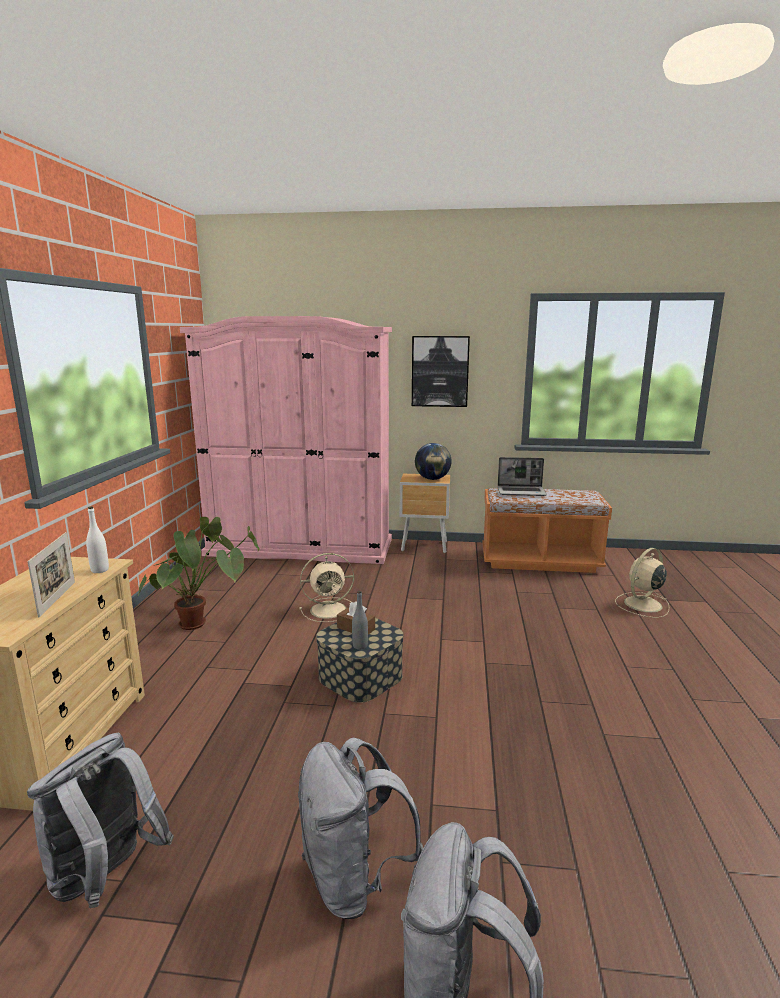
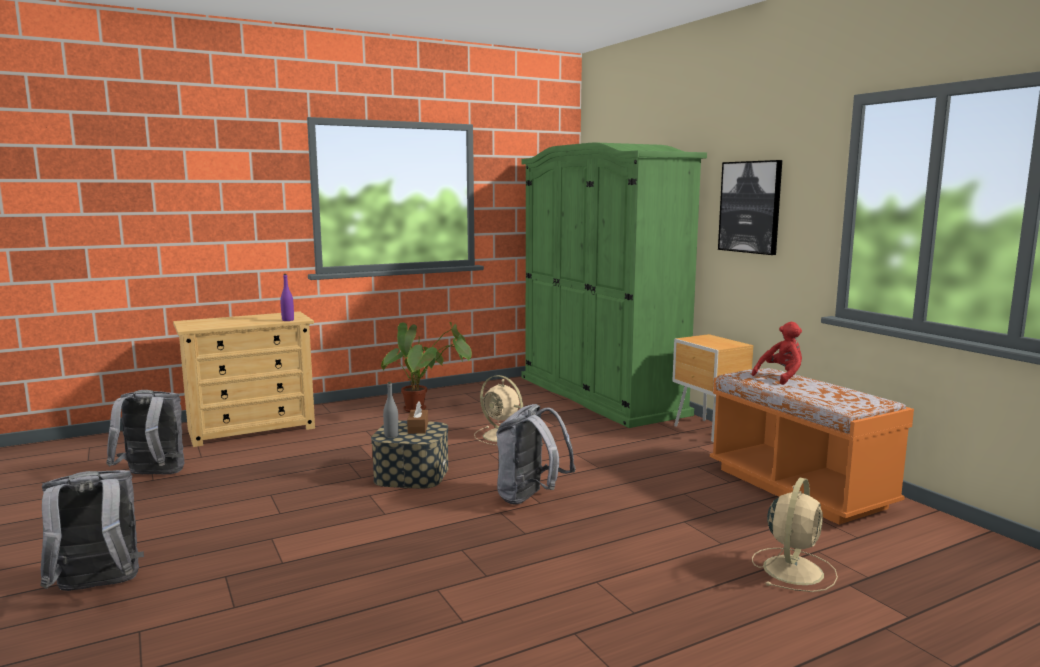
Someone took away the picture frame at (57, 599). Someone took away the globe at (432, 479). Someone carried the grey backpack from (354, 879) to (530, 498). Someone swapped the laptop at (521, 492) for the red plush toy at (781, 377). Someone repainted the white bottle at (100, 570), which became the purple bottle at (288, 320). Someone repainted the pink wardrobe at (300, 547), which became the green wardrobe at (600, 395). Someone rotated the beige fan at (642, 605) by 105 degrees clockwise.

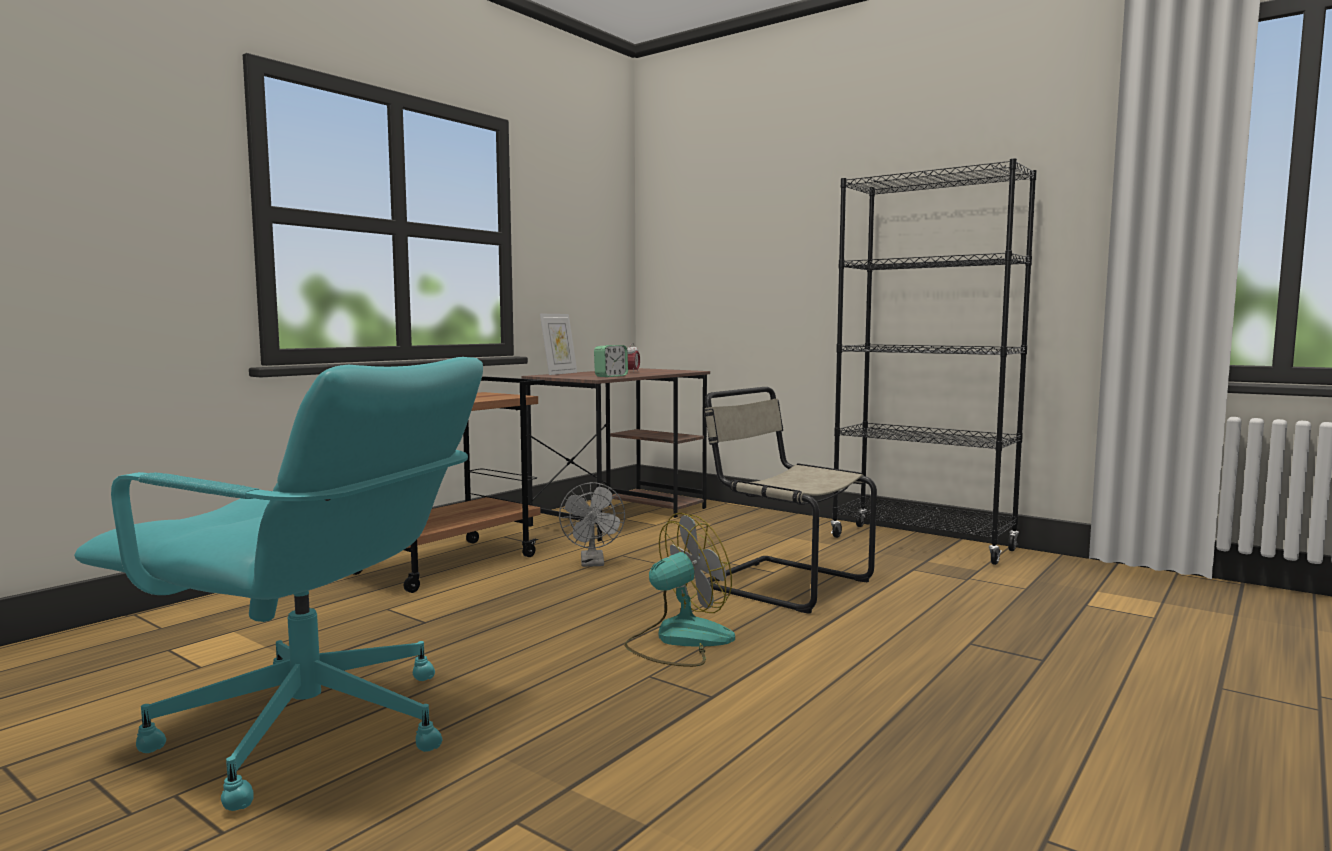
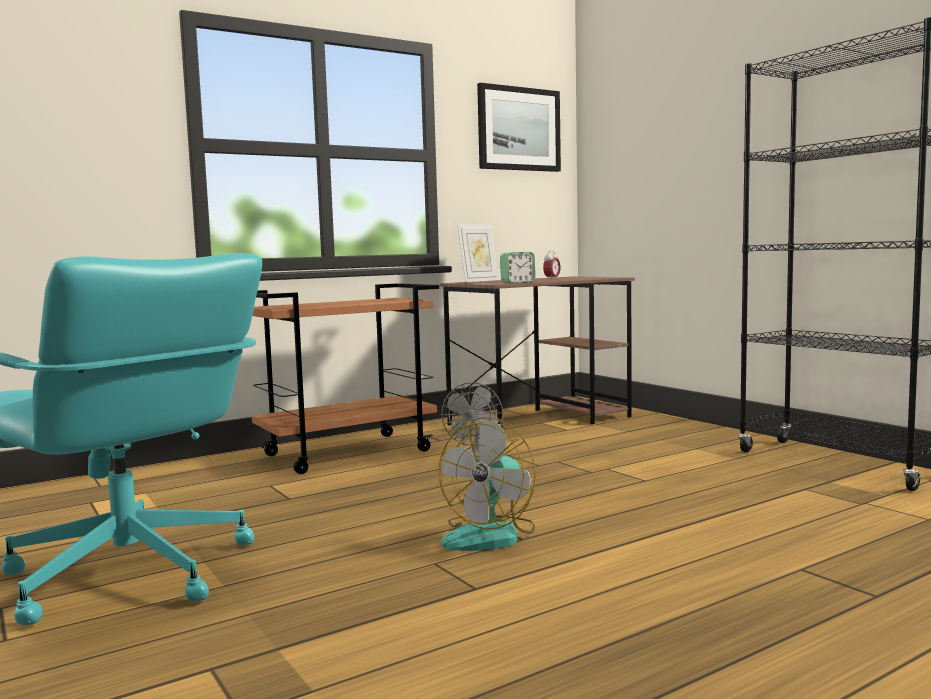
Someone took away the beige chair at (782, 583). Someone put up the picture at (518, 129). Someone rotated the fan at (679, 640) by 135 degrees clockwise.

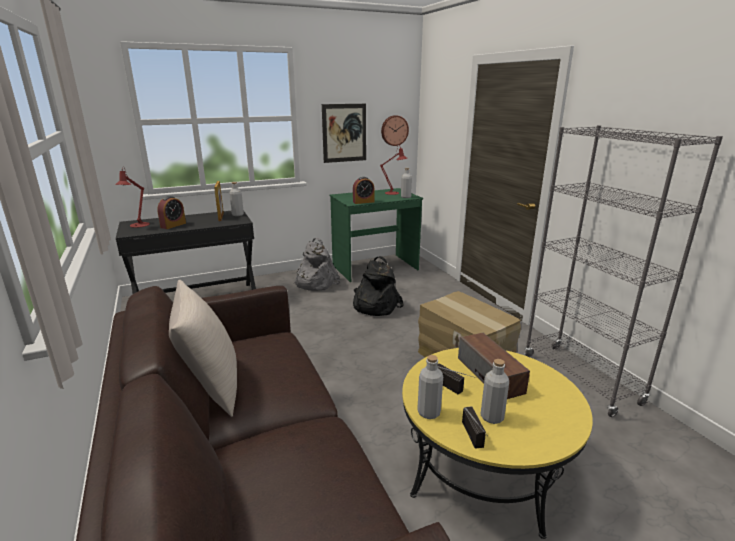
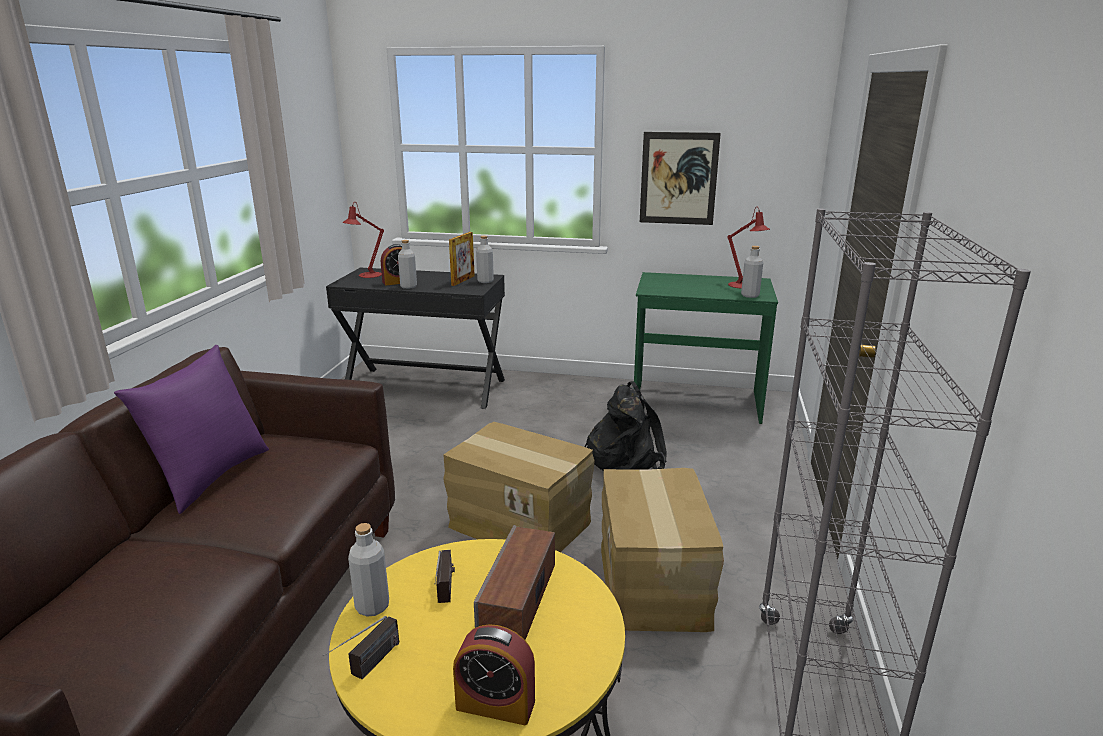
Someone took away the grey backpack at (314, 283). Someone took away the wall clock at (394, 130). Someone put down the cardboard box at (521, 523). Someone carried the alarm clock from (363, 202) to (495, 705). Someone carried the grey bottle from (492, 417) to (408, 286). Someone repainted the beige pillow at (211, 387), which became the purple pillow at (210, 476).

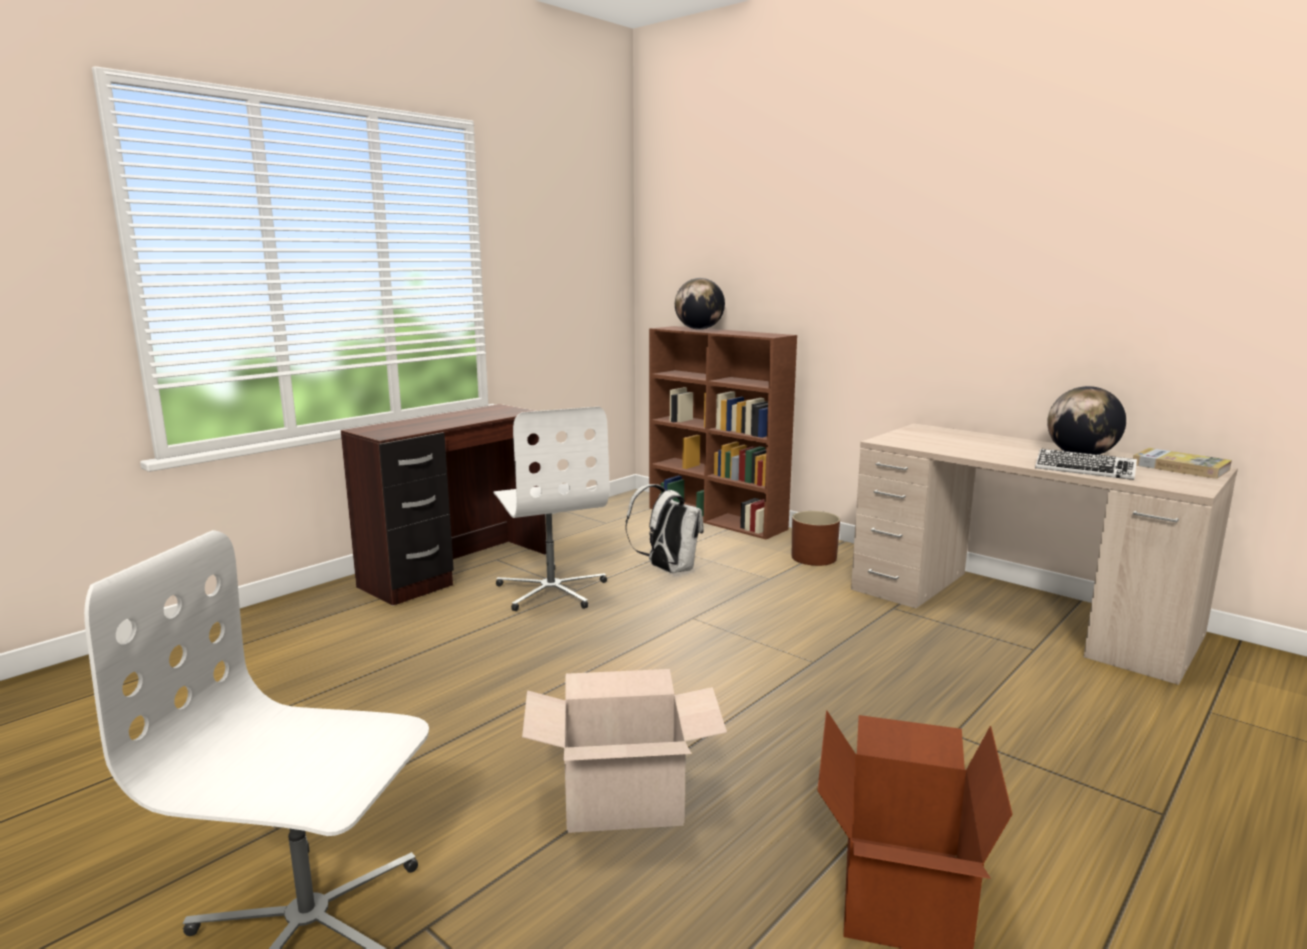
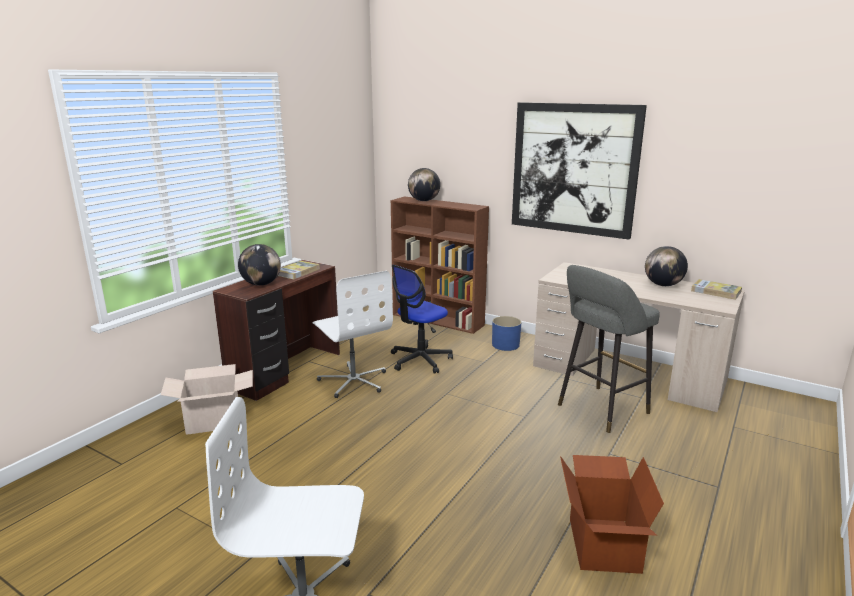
Someone took away the keyboard at (1084, 470). Someone put down the globe at (261, 284). Someone put down the book at (297, 272). Someone put up the picture at (574, 169). Someone put down the grey stool at (599, 410). Someone carried the cardboard box from (623, 801) to (213, 421). Someone swapped the white backpack at (667, 569) for the office chair at (420, 360). Someone repainted the brown planter at (814, 558), which became the blue planter at (505, 345).

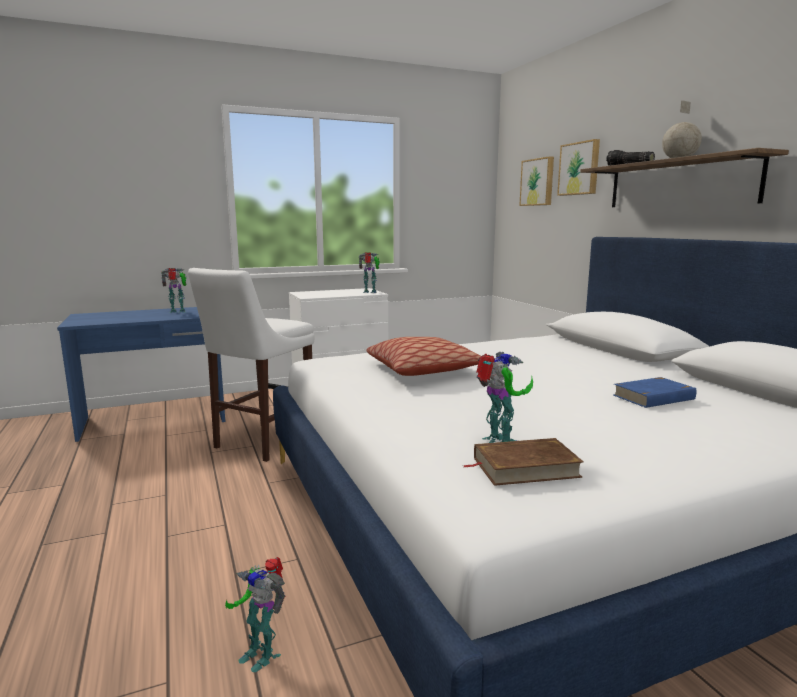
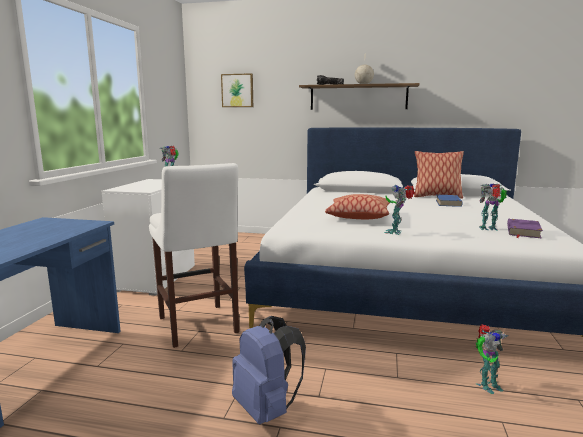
Someone took away the picture at (580, 168). Someone put down the blue backpack at (267, 409). Someone put down the pillow at (436, 196). Someone carried the toy robot from (178, 311) to (396, 232). Someone repainted the brown book at (525, 467), which became the purple book at (523, 231).

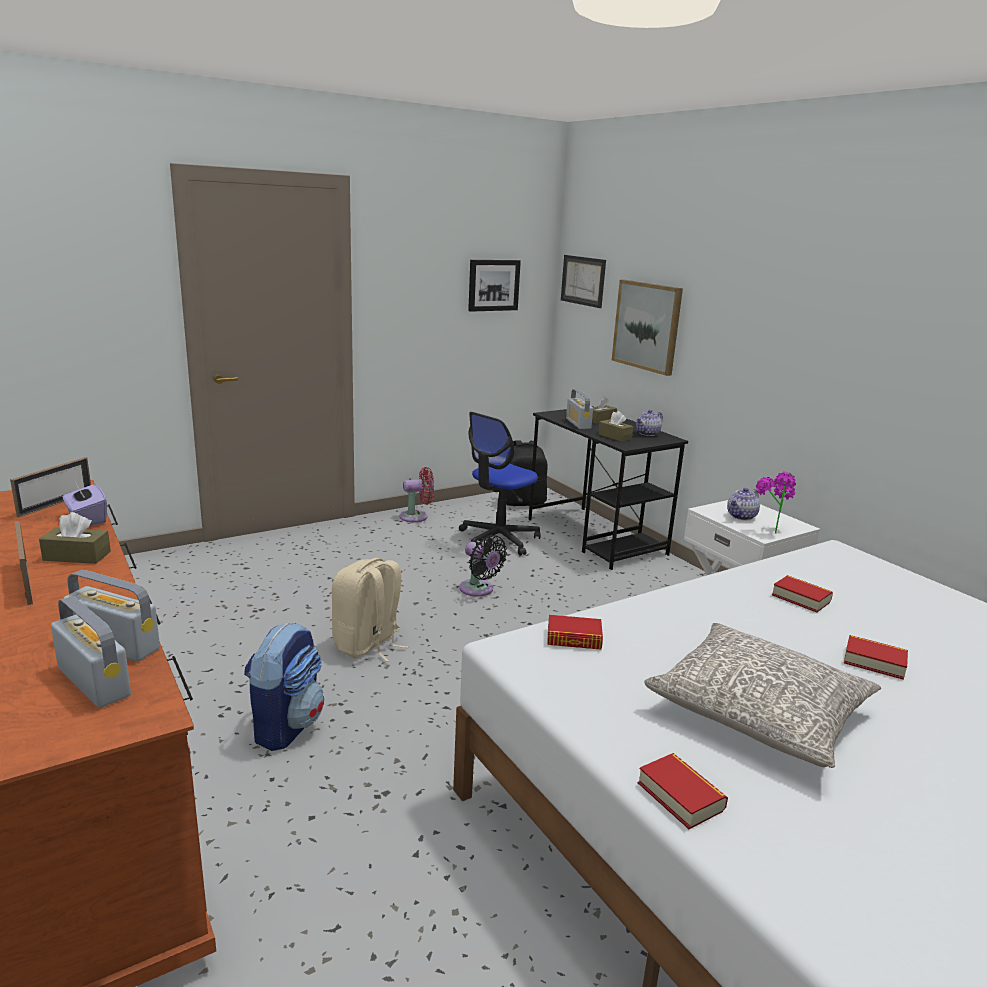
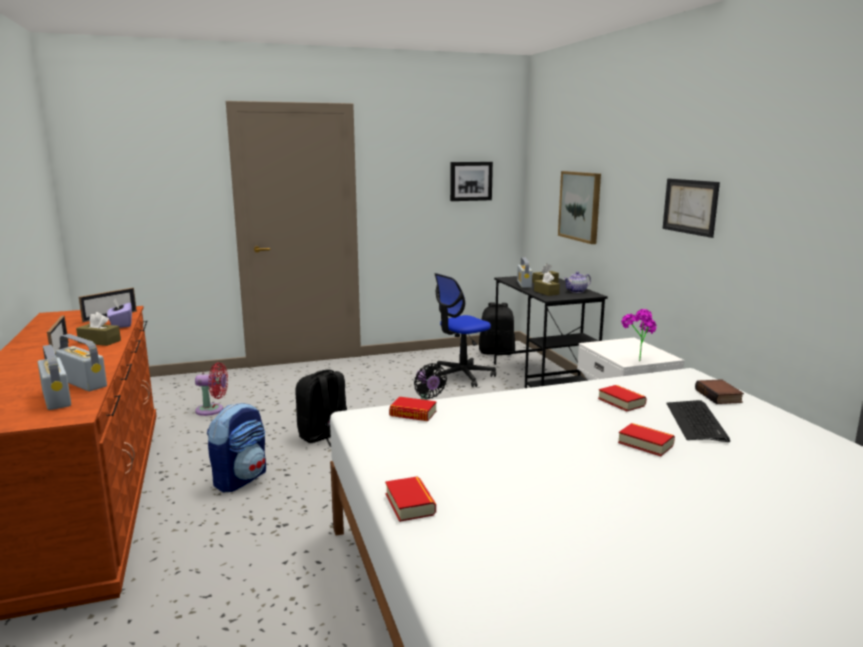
Someone took away the grey pillow at (759, 711). Someone took away the teapot at (741, 516). Someone put down the keyboard at (696, 422). Someone put down the book at (720, 396). Someone carried the red fan from (417, 517) to (212, 410). Someone carried the picture from (583, 280) to (690, 206). Someone repainted the beige backpack at (368, 645), which became the black backpack at (324, 436).

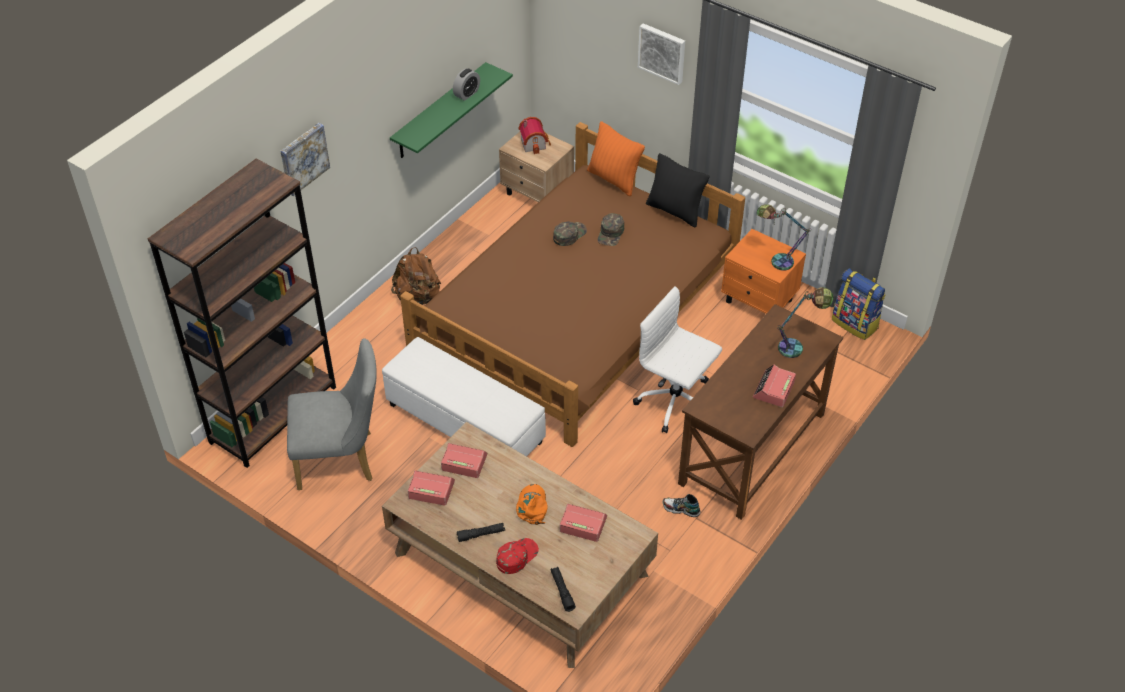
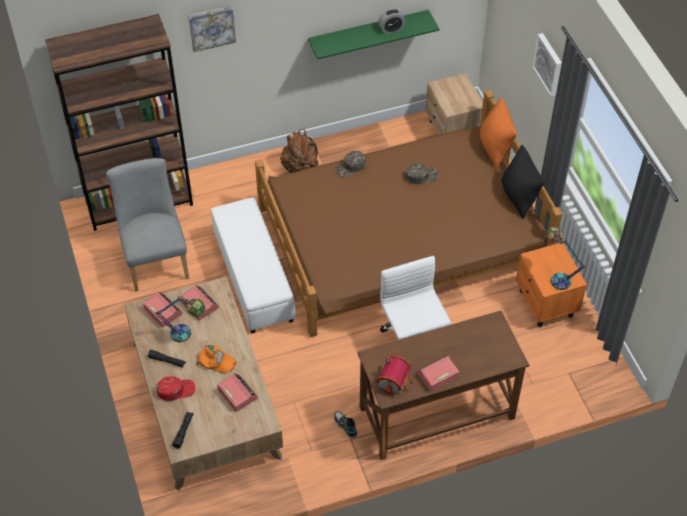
Someone took away the backpack at (855, 323). Someone carried the toy house from (535, 143) to (395, 381). Someone carried the green cap from (611, 233) to (351, 167). Someone carried the table lamp from (797, 348) to (186, 336). Someone rotated the grey chair at (342, 459) by 135 degrees counterclockwise. Someone rotated the orange cap at (532, 506) by 75 degrees clockwise.

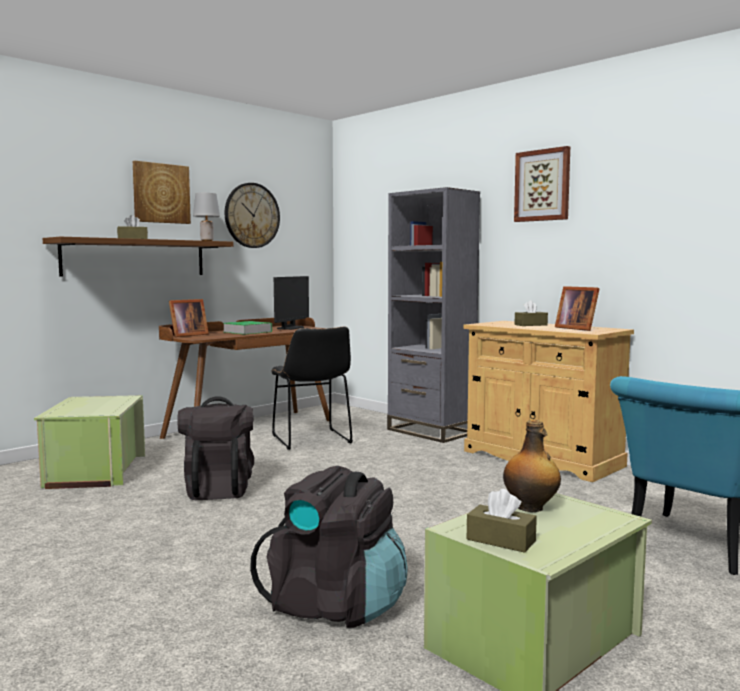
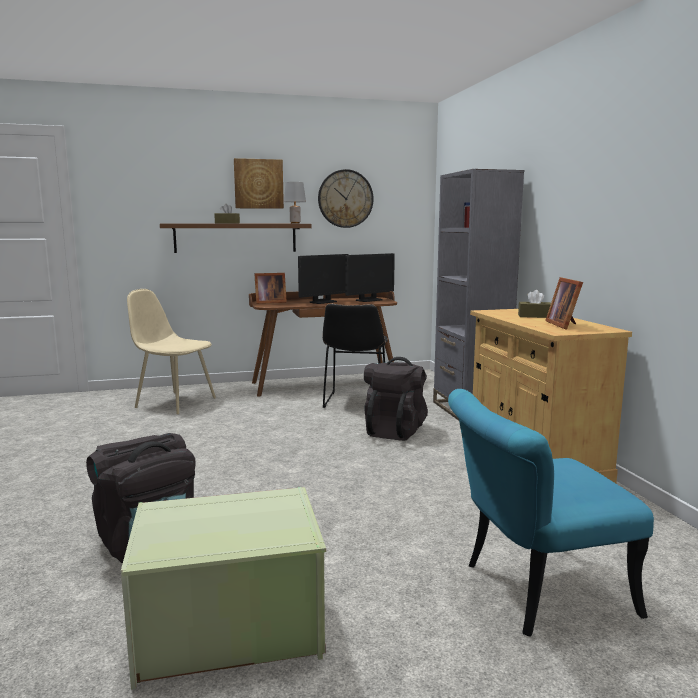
Someone took away the brown tissue box at (501, 540). Someone took away the bottle at (531, 508). Someone took away the picture at (542, 185). Someone carried the black backpack from (218, 489) to (395, 430). Someone swapped the green storage box at (94, 471) for the beige chair at (174, 402). Someone swapped the book at (247, 332) for the monitor at (323, 302).

